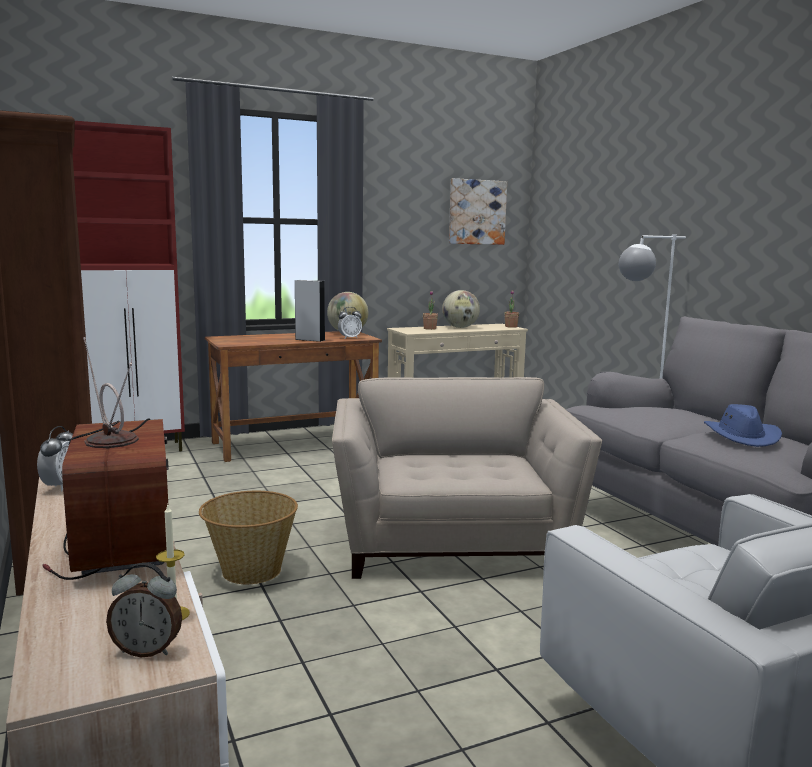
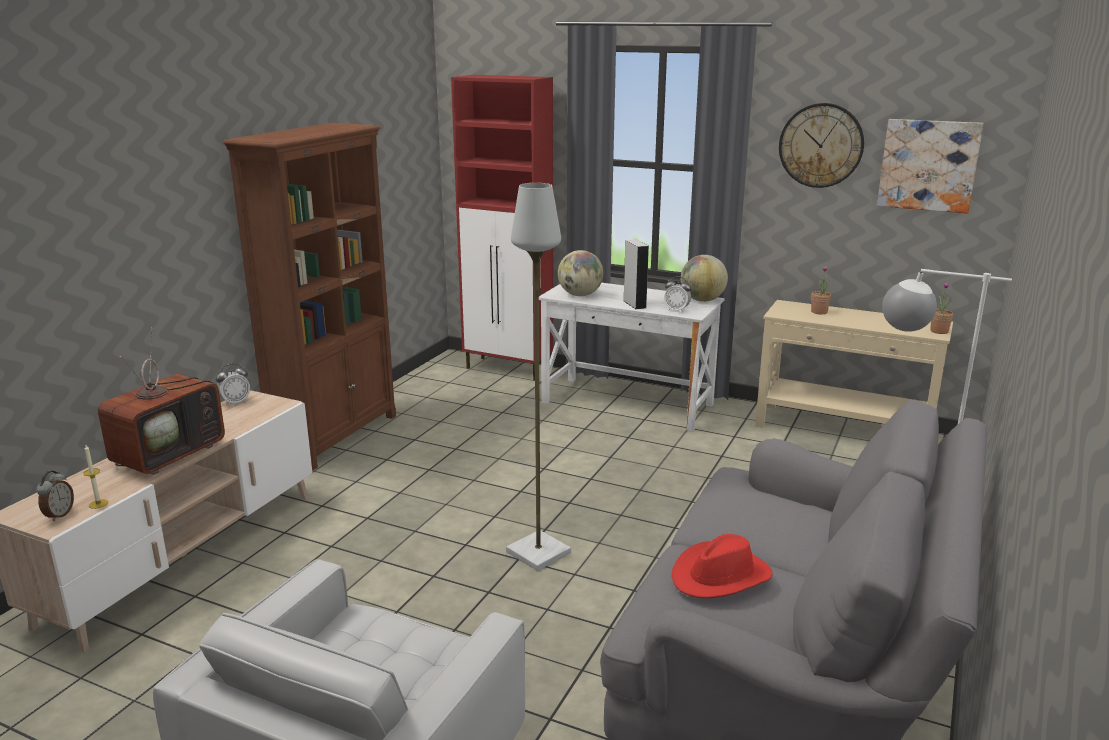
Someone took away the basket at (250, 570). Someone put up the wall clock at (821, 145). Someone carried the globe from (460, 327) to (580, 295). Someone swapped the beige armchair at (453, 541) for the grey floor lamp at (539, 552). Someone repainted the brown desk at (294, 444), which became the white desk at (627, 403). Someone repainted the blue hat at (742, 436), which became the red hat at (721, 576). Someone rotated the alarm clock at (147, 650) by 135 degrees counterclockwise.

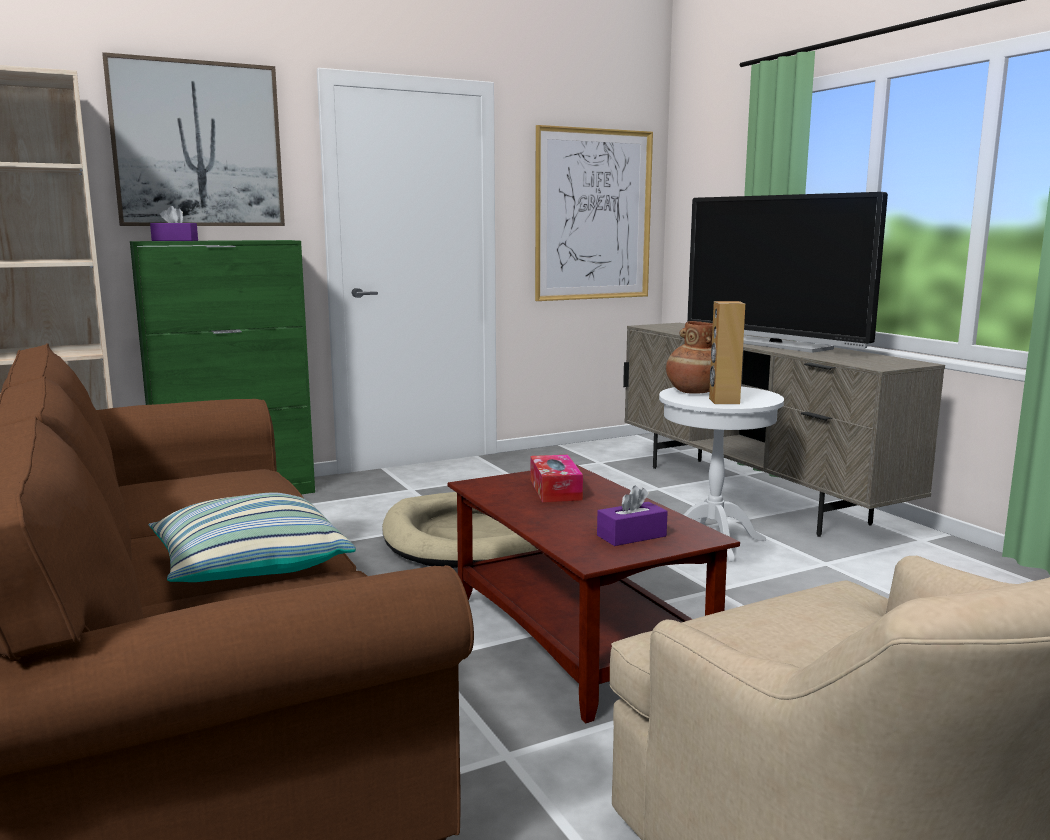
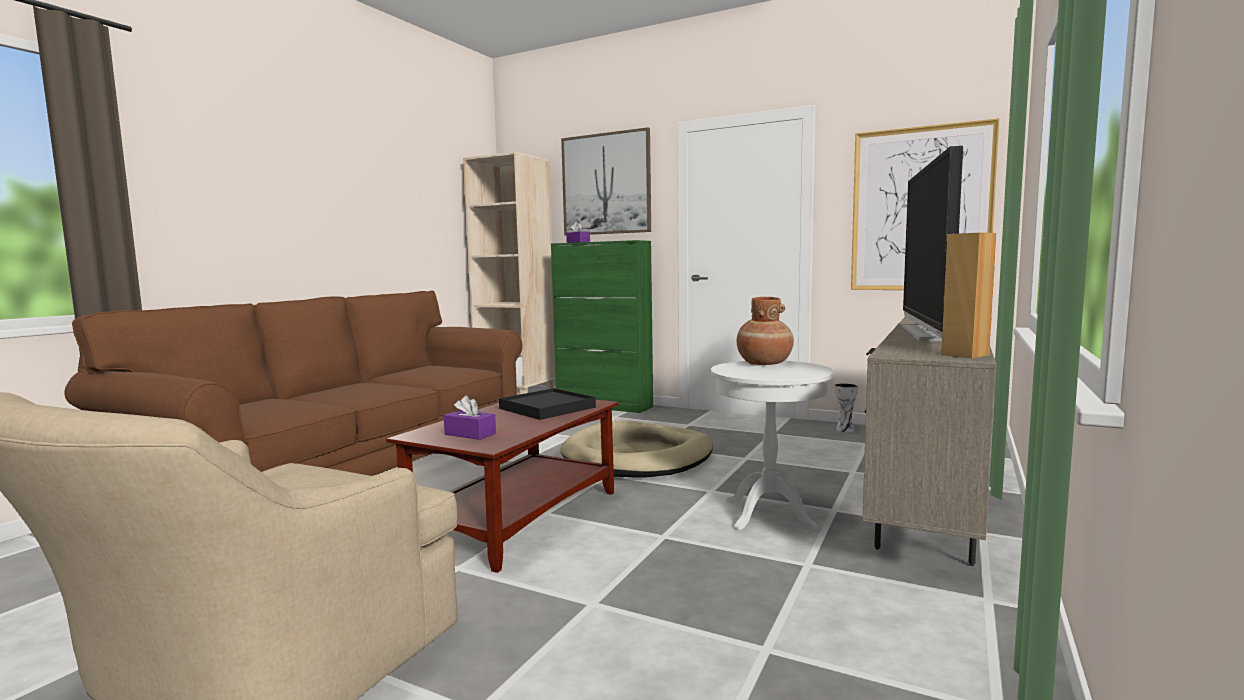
Someone took away the pillow at (249, 567). Someone put down the vase at (845, 429). Someone carried the brown speaker from (723, 401) to (964, 355). Someone swapped the tissue box at (555, 489) for the black tray at (547, 408).

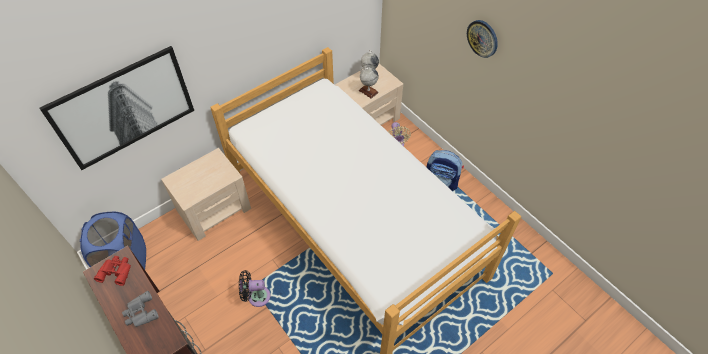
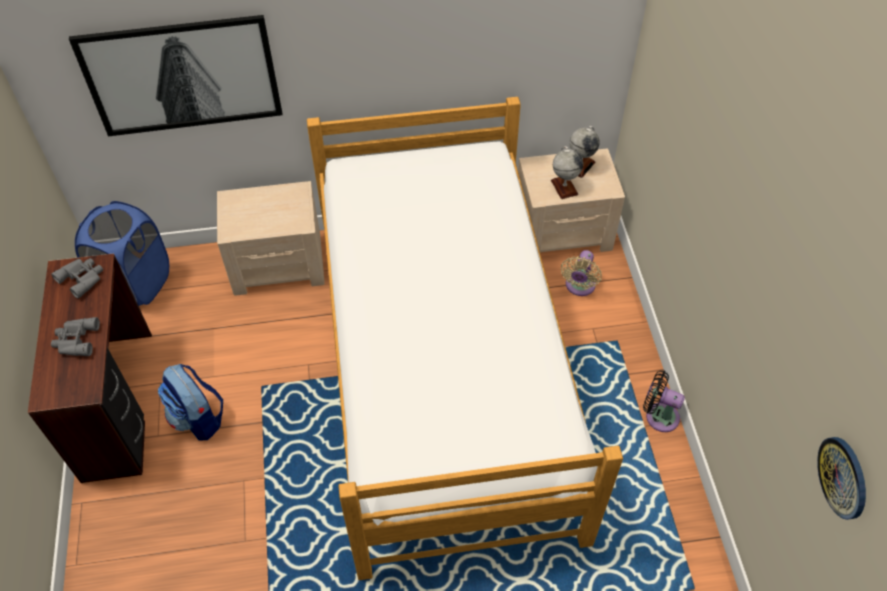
Someone carried the black fan from (256, 296) to (658, 415). Someone carried the backpack from (441, 182) to (198, 418). Someone carried the wall clock from (482, 38) to (843, 477). Someone repainted the red binoculars at (116, 271), which became the grey binoculars at (82, 278).

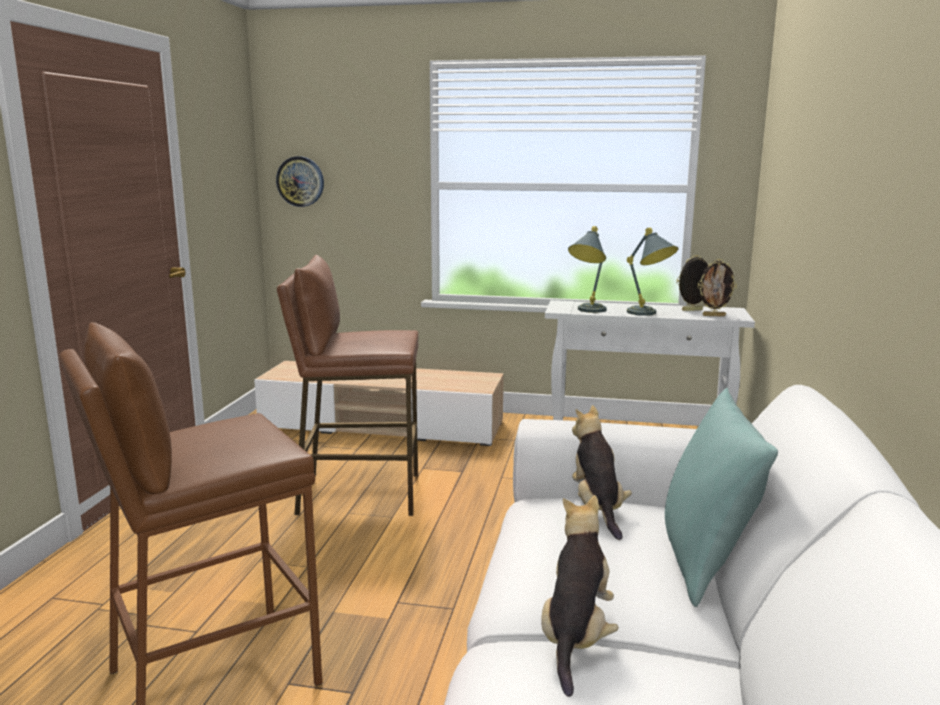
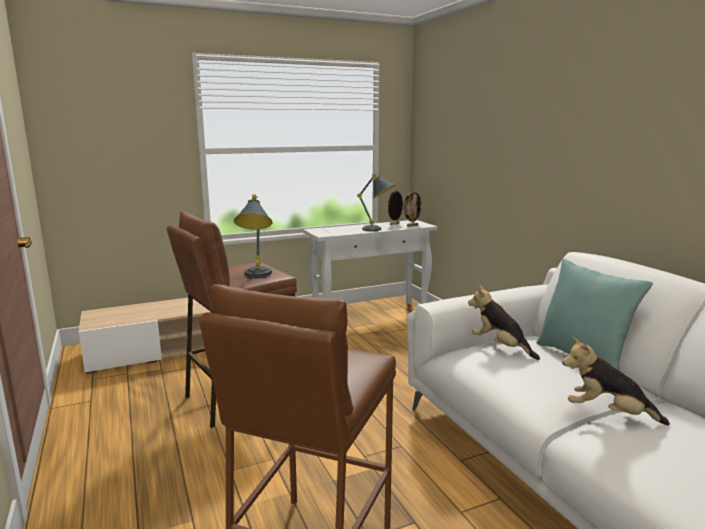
Someone took away the wall clock at (300, 181). Someone carried the grey table lamp from (587, 311) to (256, 276). Someone rotated the plush toy at (576, 636) by 45 degrees counterclockwise.

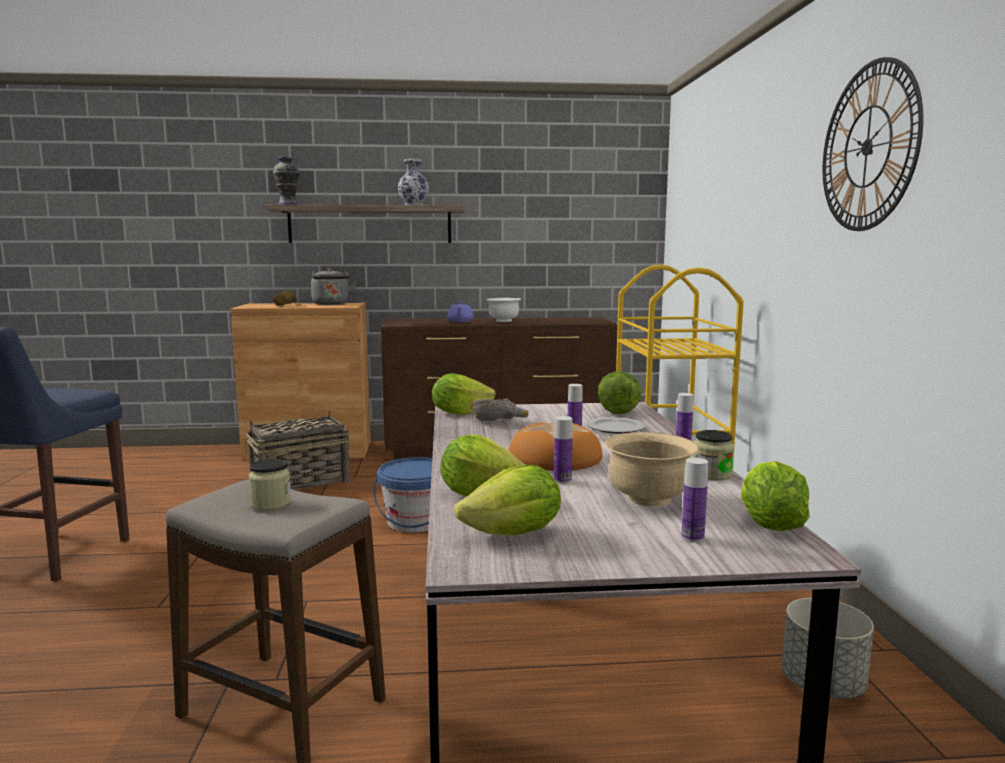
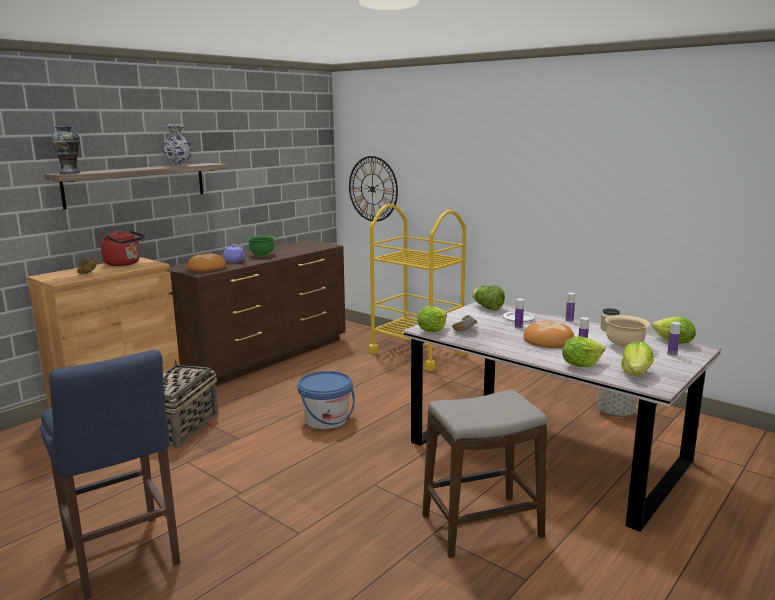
Someone took away the jar at (271, 503). Someone put down the bread at (206, 267). Someone carried the wall clock from (868, 147) to (372, 189). Someone repainted the grey kettle at (331, 304), which became the red kettle at (124, 264). Someone repainted the white bowl at (503, 321), which became the green bowl at (262, 255).

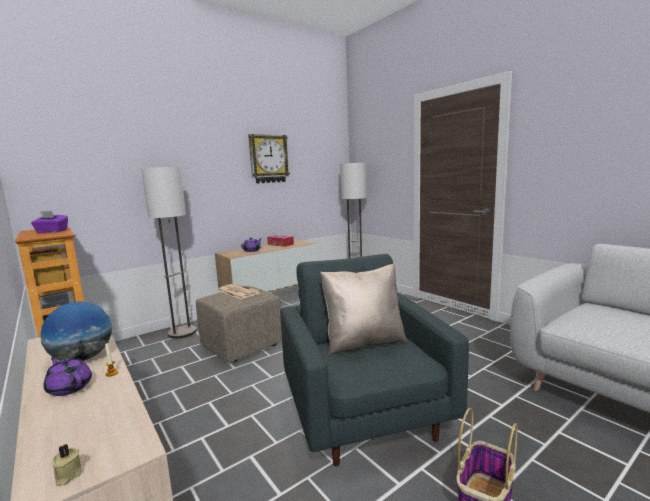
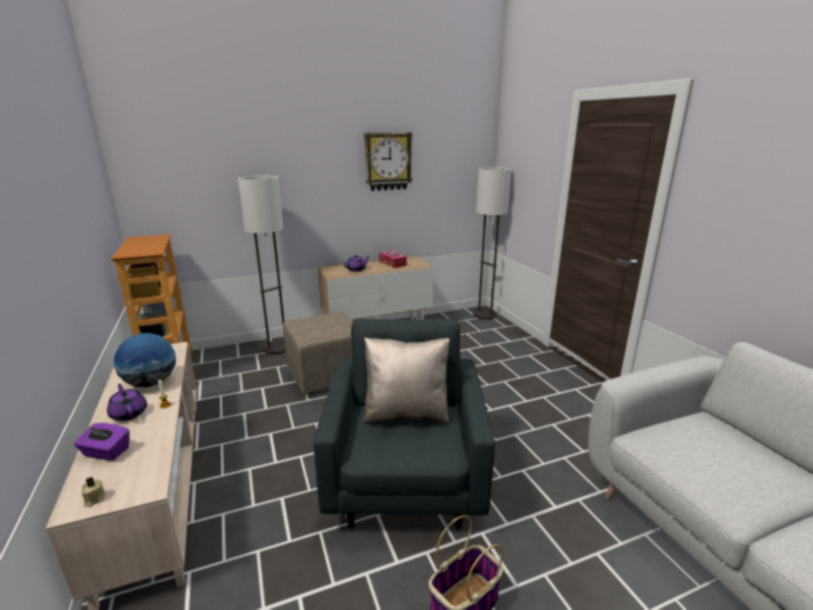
Someone took away the newspaper at (237, 292). Someone carried the purple tissue box from (51, 231) to (106, 452).

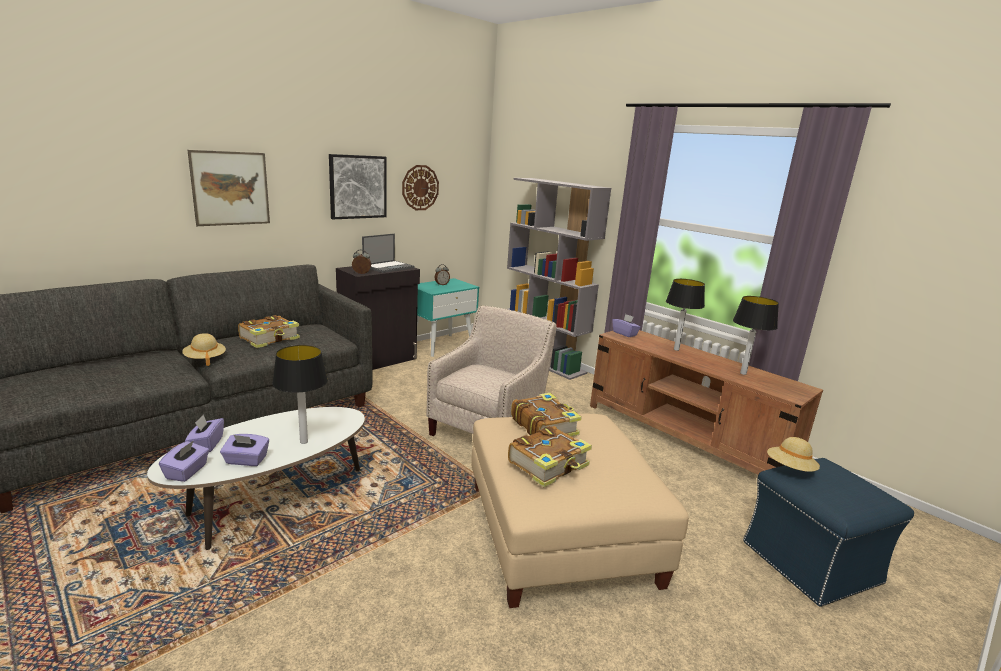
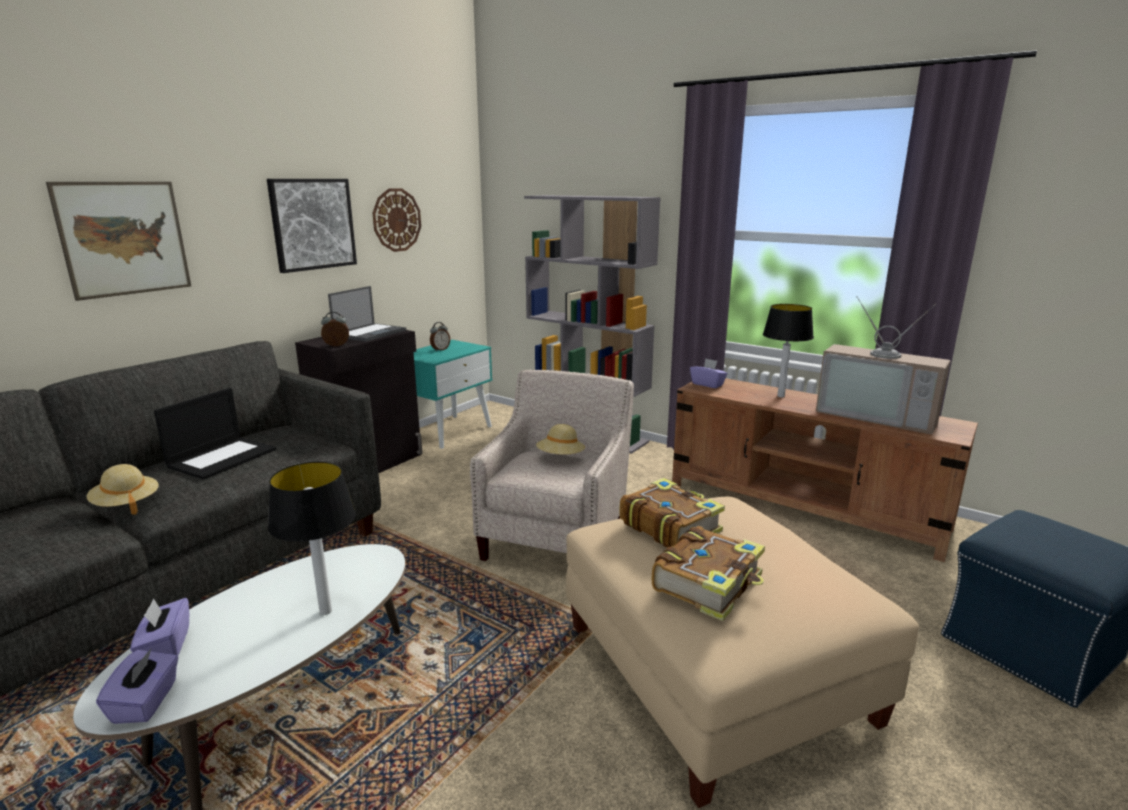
Someone took away the purple tissue box at (246, 460). Someone carried the beige hat from (790, 469) to (560, 457). Someone swapped the book at (270, 339) for the laptop at (223, 457). Someone swapped the table lamp at (743, 373) for the television at (877, 415).

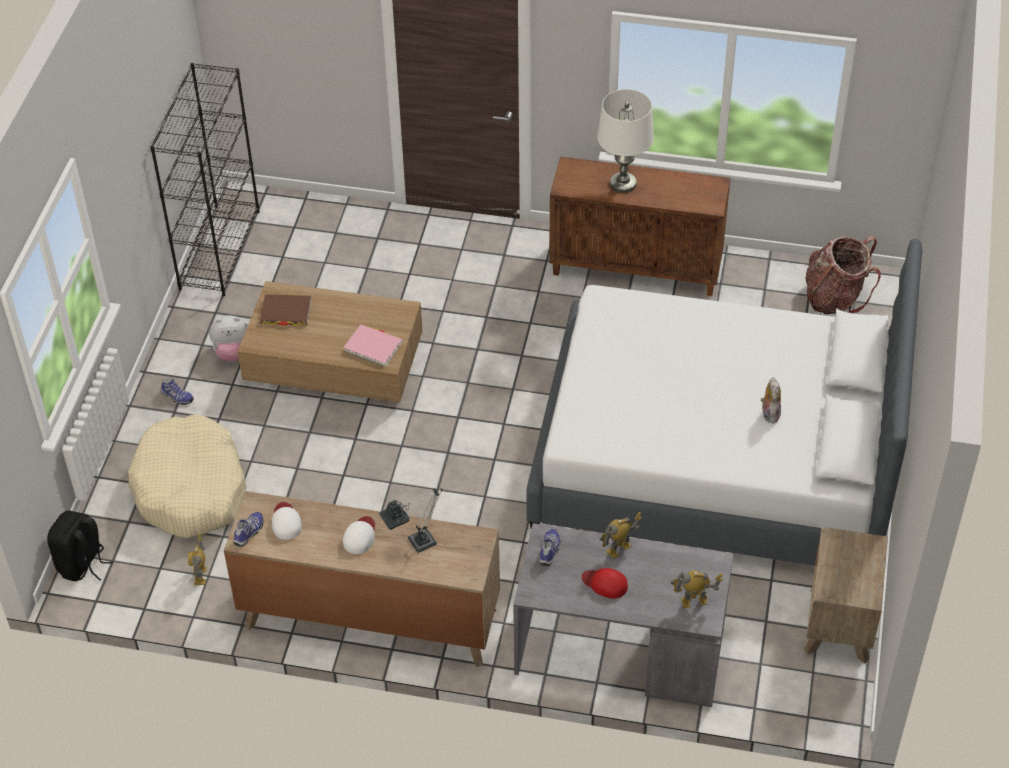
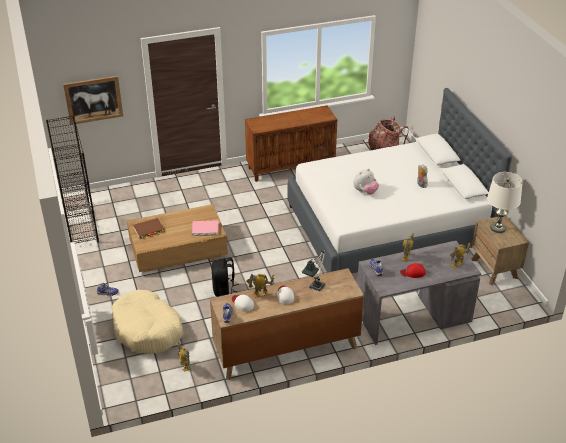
Someone put up the picture at (93, 100). Someone put down the toy robot at (260, 294). Someone carried the black backpack from (82, 564) to (224, 290). Someone carried the plush toy from (232, 352) to (365, 192). Someone carried the white table lamp from (623, 183) to (498, 228).

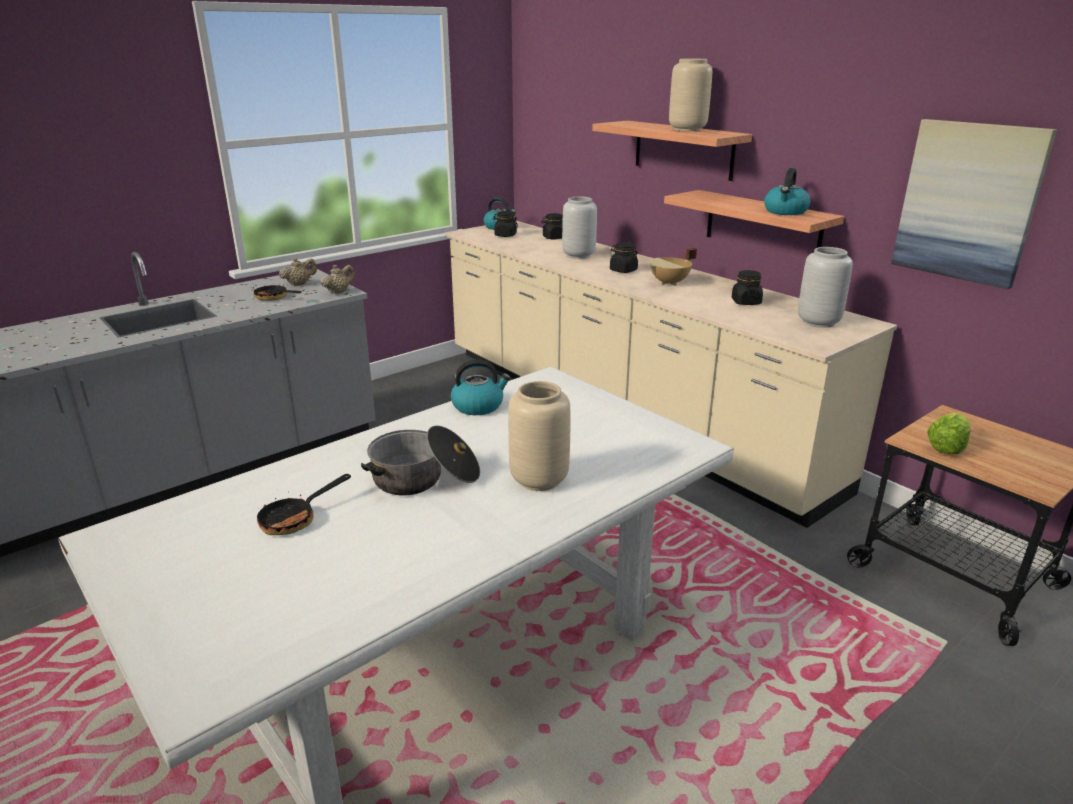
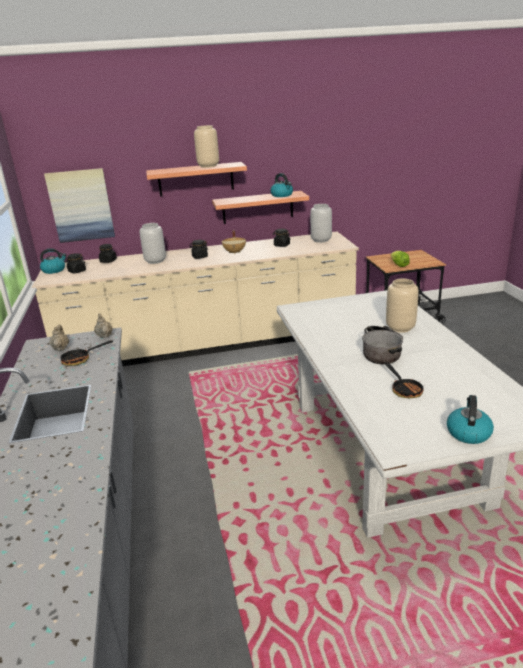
Someone carried the kettle from (478, 406) to (468, 432). Someone carried the picture from (968, 202) to (81, 205).

